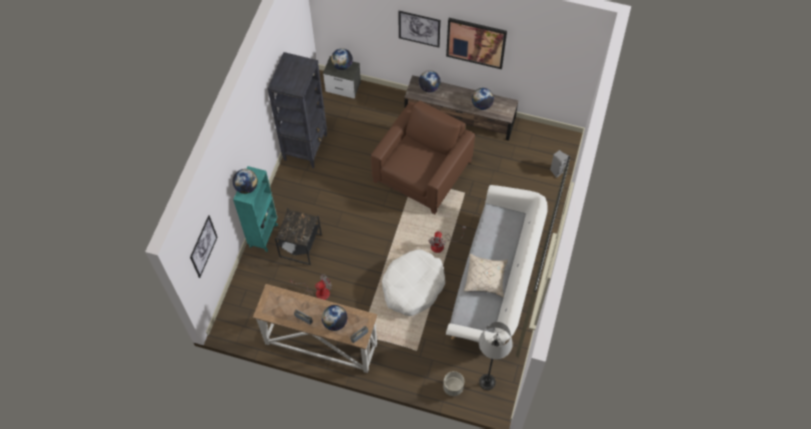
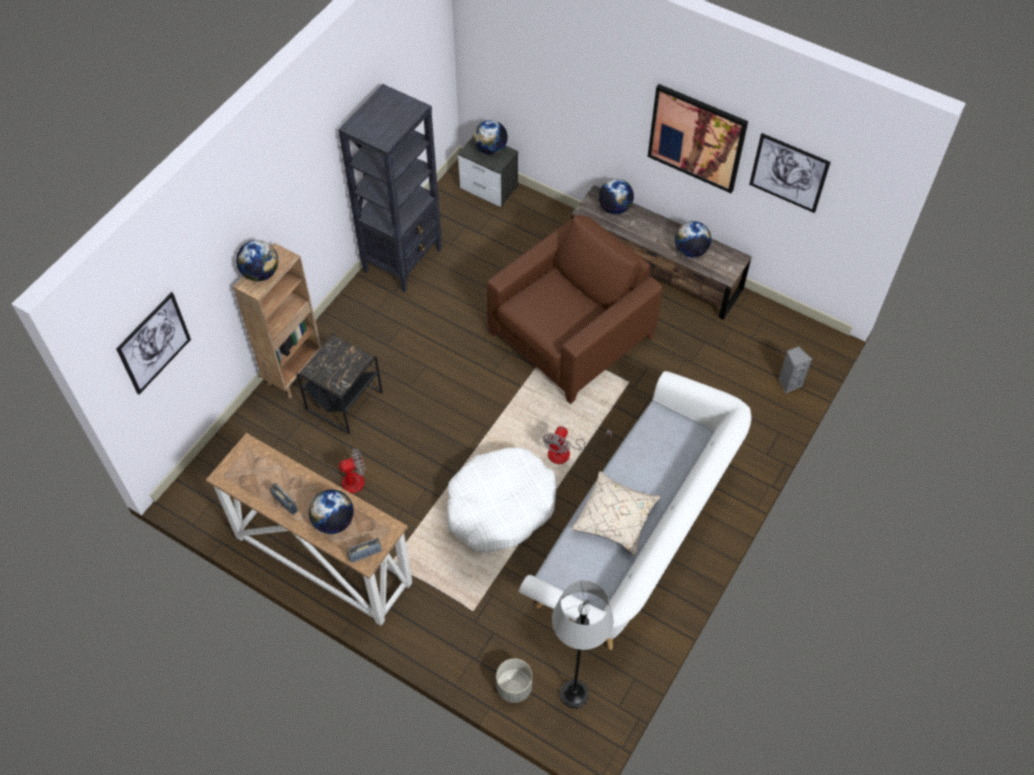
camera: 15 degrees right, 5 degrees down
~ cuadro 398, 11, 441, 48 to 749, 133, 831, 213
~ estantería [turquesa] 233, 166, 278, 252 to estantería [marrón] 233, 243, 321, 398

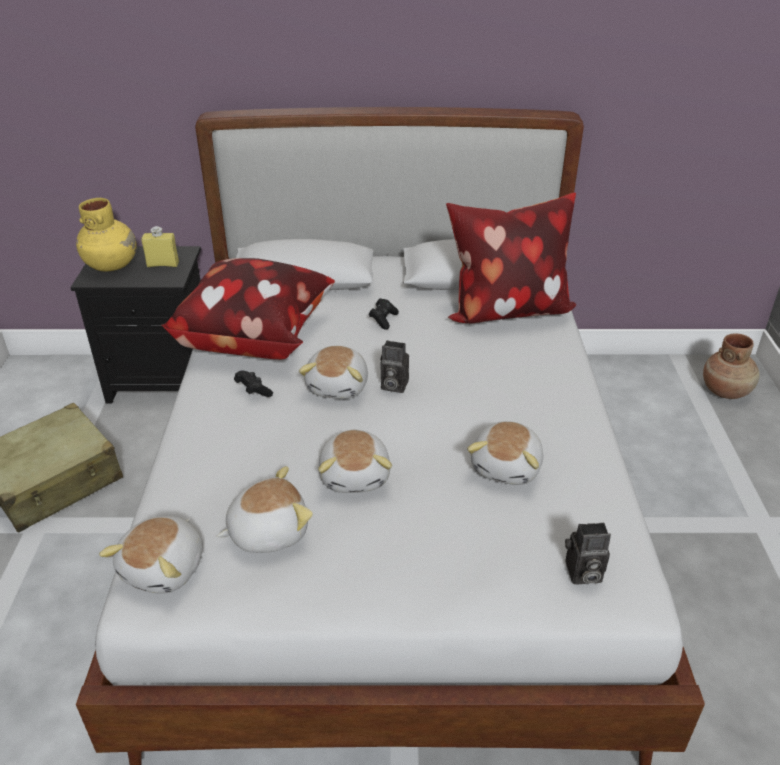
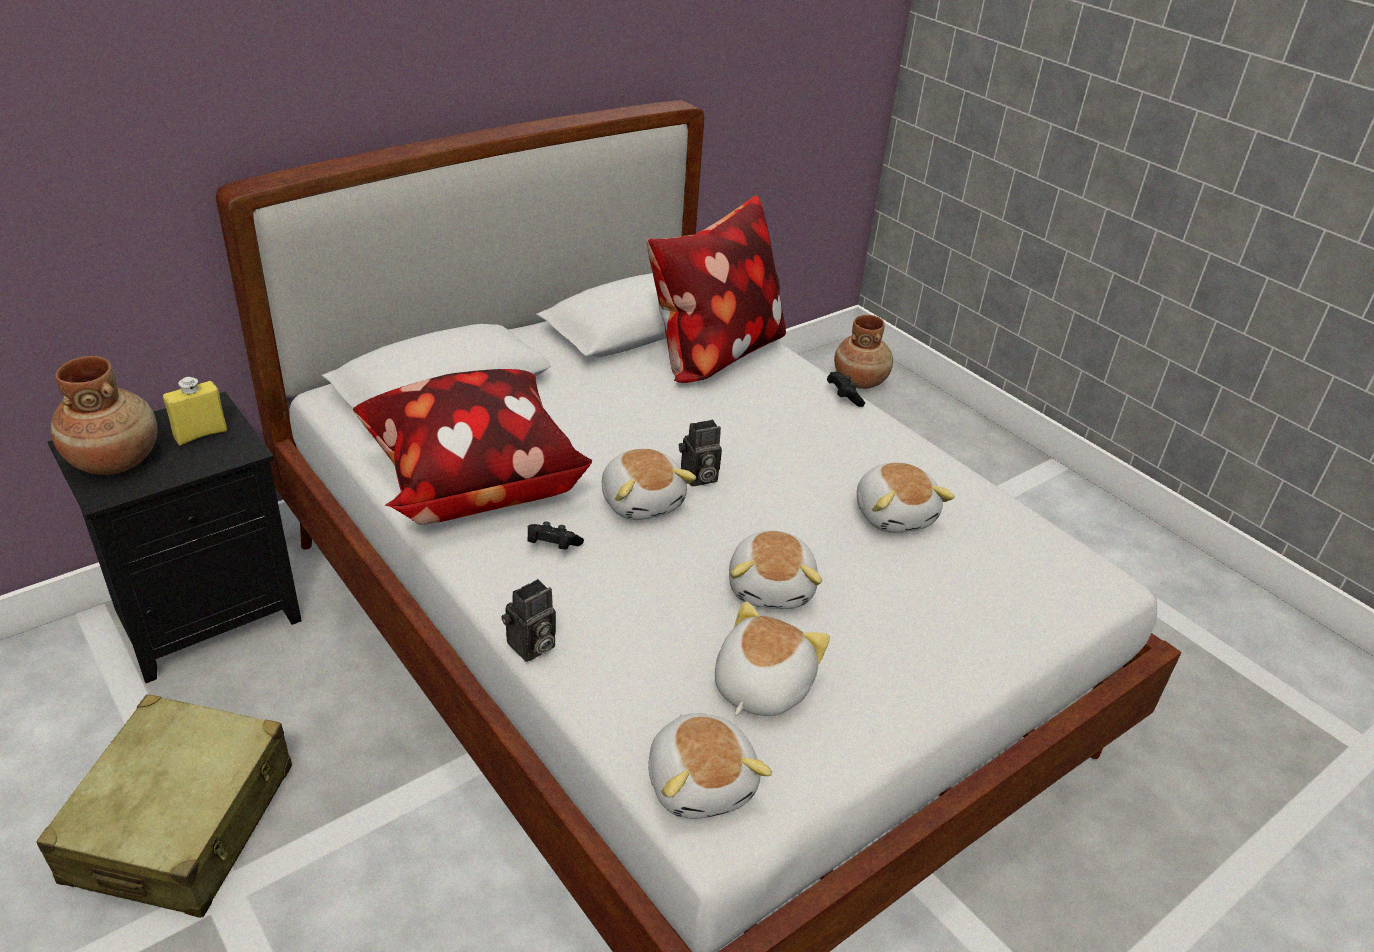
camera: 40 degrees left, 0 degrees up
~ mando de consola [negro] 369, 298, 399, 330 to 827, 372, 865, 407
~ cámara 565, 522, 611, 584 to 501, 579, 556, 662
~ florero [amarillo] 76, 198, 137, 271 to florero [marrón] 51, 356, 157, 475
~ peluche 318, 430, 392, 493 = 729, 530, 822, 609 45 degrees clockwise

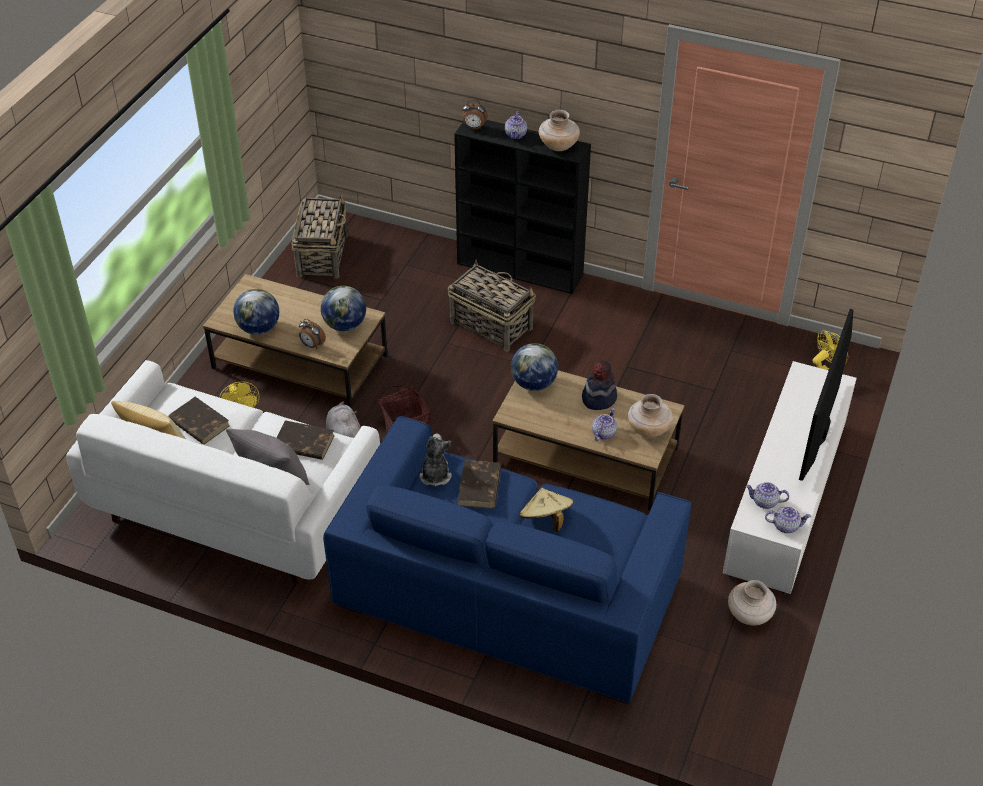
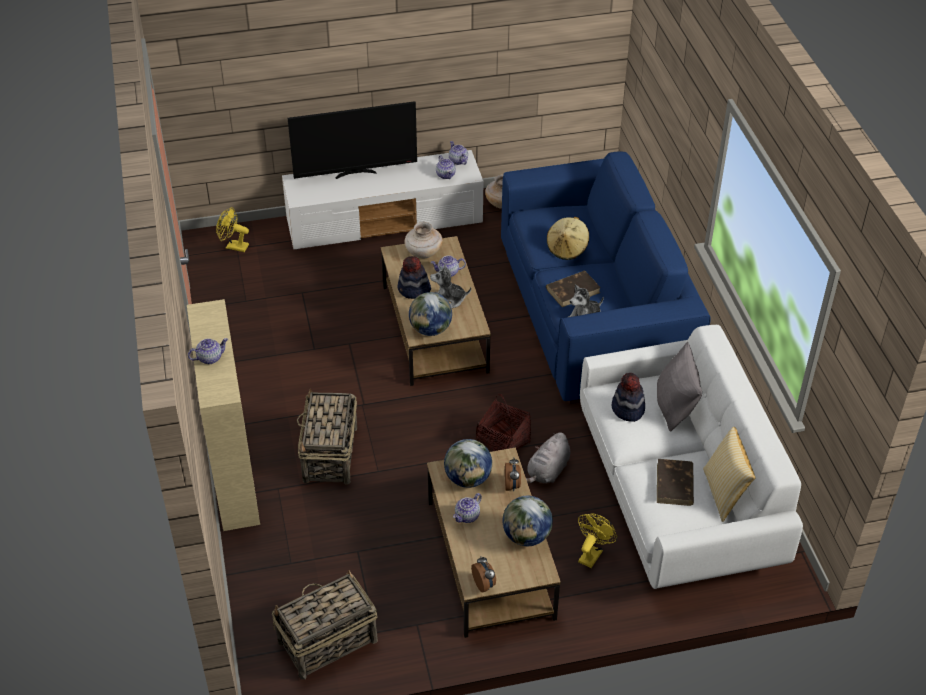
camera: 125 degrees left, 0 degrees up
- florero [beis] 539, 110, 580, 151
+ peluche 430, 264, 471, 308
+ tetera 453, 493, 482, 523
~ despertador 462, 100, 488, 129 to 471, 556, 496, 592
~ libro [marrón] 276, 420, 335, 460 to sombrero 612, 373, 645, 422
~ estantería [negro] 454, 120, 591, 294 to estantería [beis] 187, 299, 260, 531

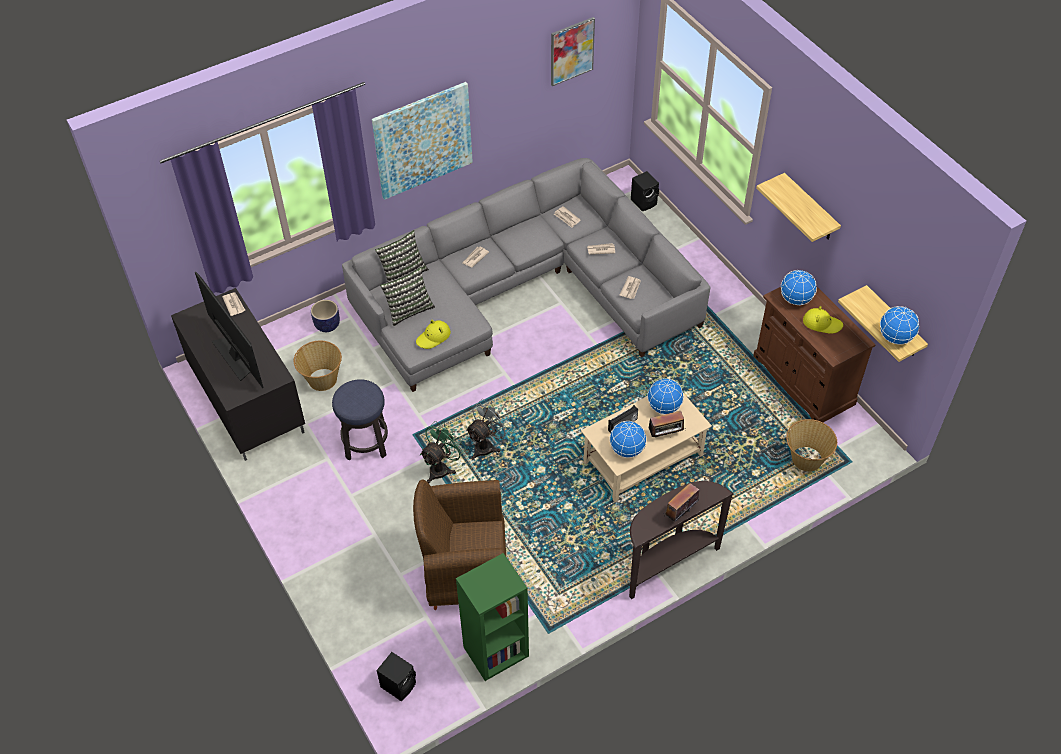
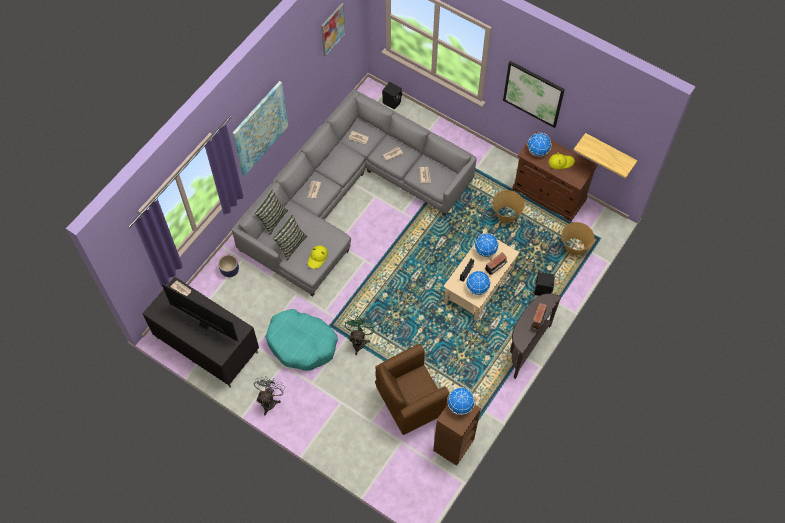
camera: 25 degrees left, 10 degrees up
~ cesta 294, 341, 342, 391 to 492, 190, 525, 223
~ altavoz [negro] 377, 652, 416, 701 to 534, 272, 555, 296
~ ventilador [gris] 466, 399, 511, 460 to 254, 376, 285, 416
~ globo terráqueo 880, 306, 919, 345 to 447, 387, 475, 415
~ taburete 332, 379, 388, 461 to cama para perro [turquesa] 265, 309, 338, 371
~ estante 756, 173, 841, 242 to cuadro 503, 61, 565, 128
~ estantería [verde] 456, 553, 529, 681 to estantería [marrón] 433, 404, 481, 466

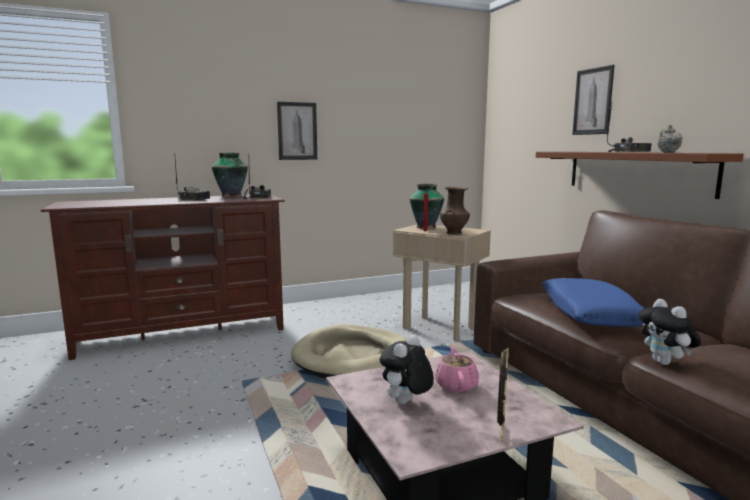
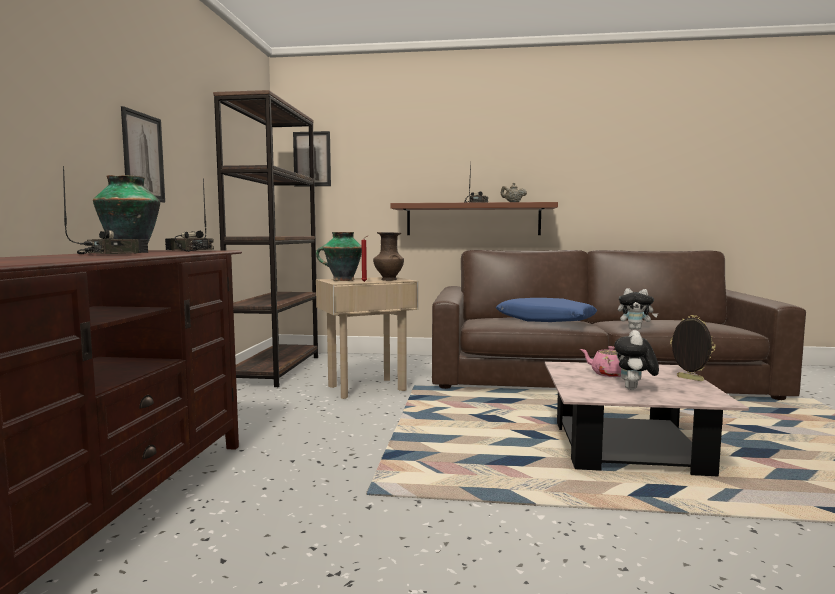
camera: 60 degrees left, 5 degrees down
- cama para perro [beis] 291, 324, 407, 378
+ estantería [marrón] 213, 90, 318, 387
~ cuadro 572, 65, 614, 135 to 293, 131, 331, 187
~ peluche 380, 335, 434, 404 = 615, 330, 659, 390 45 degrees clockwise

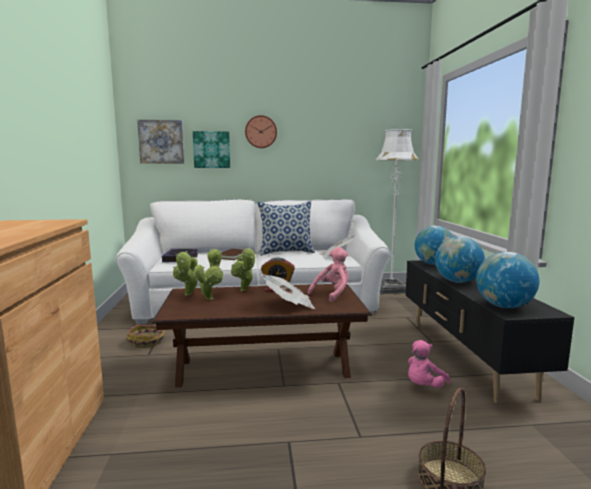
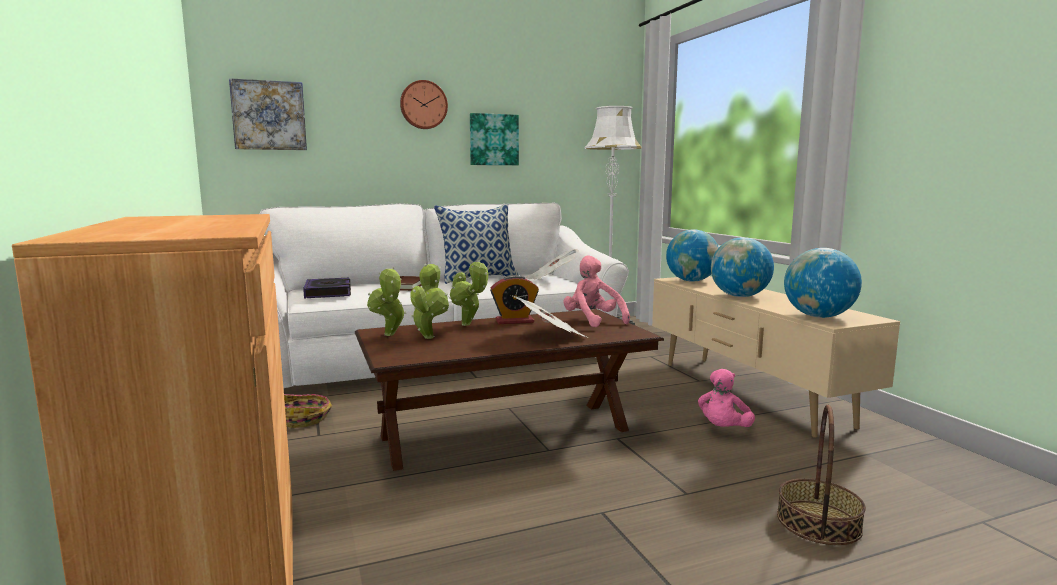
camera: 15 degrees left, 0 degrees up
~ cuadro 193, 131, 230, 168 to 470, 113, 519, 165
~ mueble de televisión [negro] 406, 260, 575, 403 to mueble de televisión [beis] 652, 276, 900, 438
~ peluche [rosa] 308, 247, 349, 302 = 563, 255, 630, 327 60 degrees counterclockwise

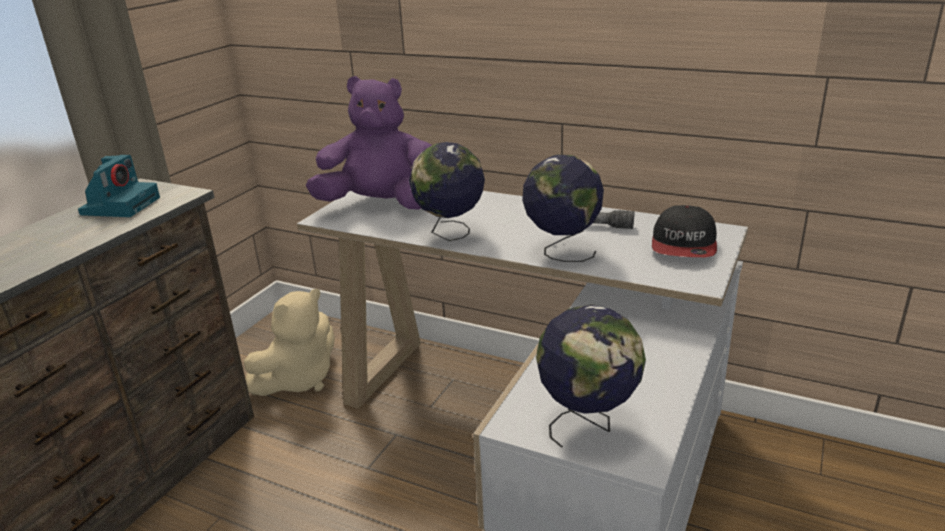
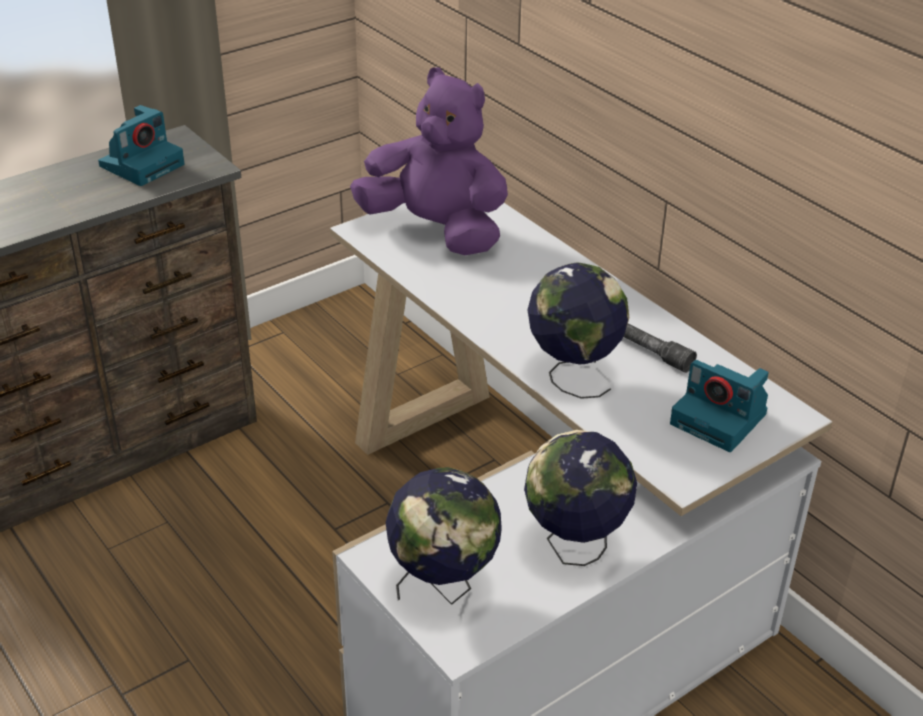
camera: 25 degrees right, 10 degrees up
- peluche [beis] 244, 289, 335, 396
~ globo terráqueo 409, 142, 485, 241 to 524, 430, 637, 566
~ gorra 652, 205, 717, 257 to cámara 670, 360, 769, 452

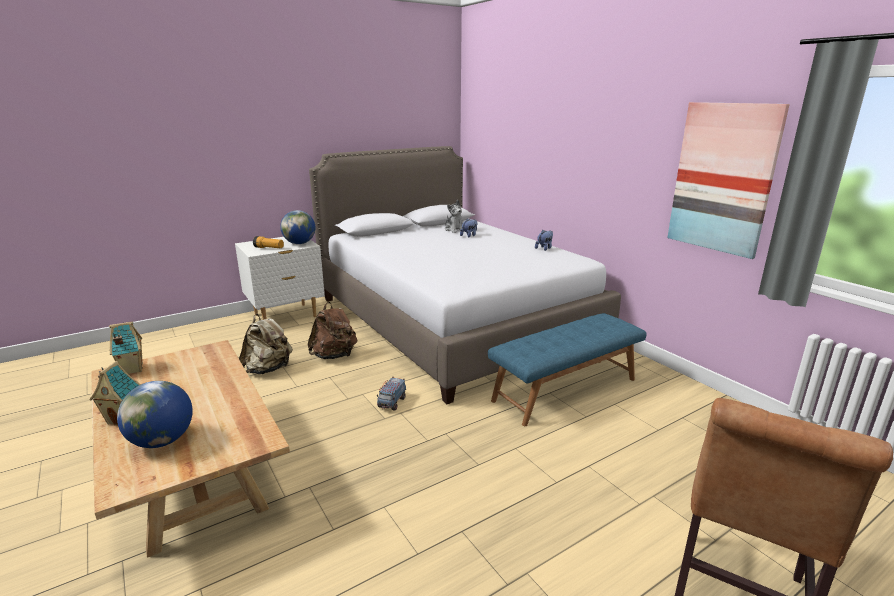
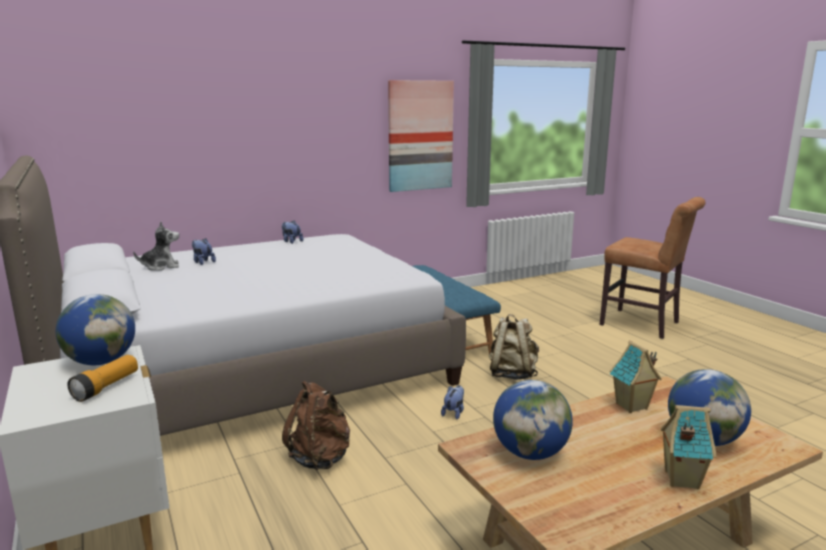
camera: 85 degrees left, 5 degrees down
+ globo terráqueo 493, 380, 573, 460
~ casita 109, 321, 143, 374 to 610, 340, 662, 413
~ mochila [beis] 239, 314, 293, 374 to 489, 314, 539, 380
~ camión de juguete 377, 377, 406, 410 to peluche 441, 385, 464, 419

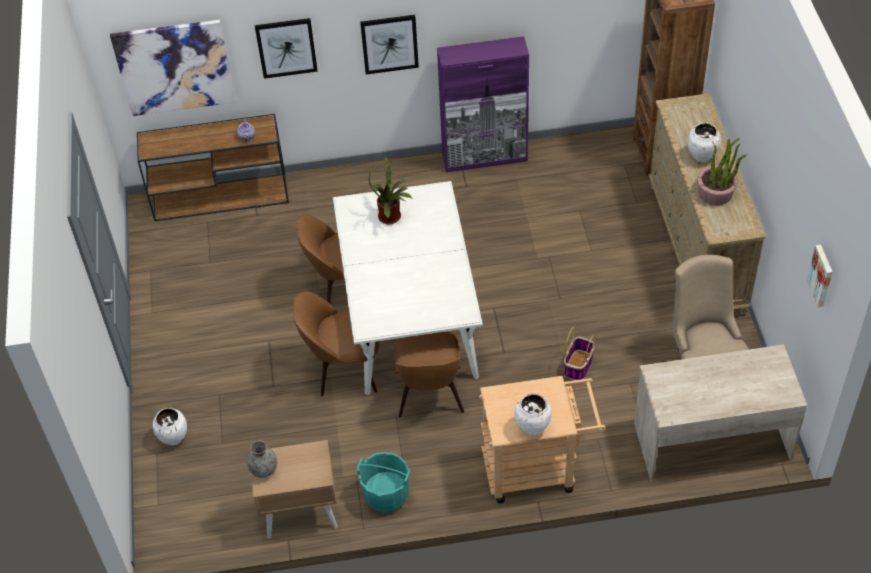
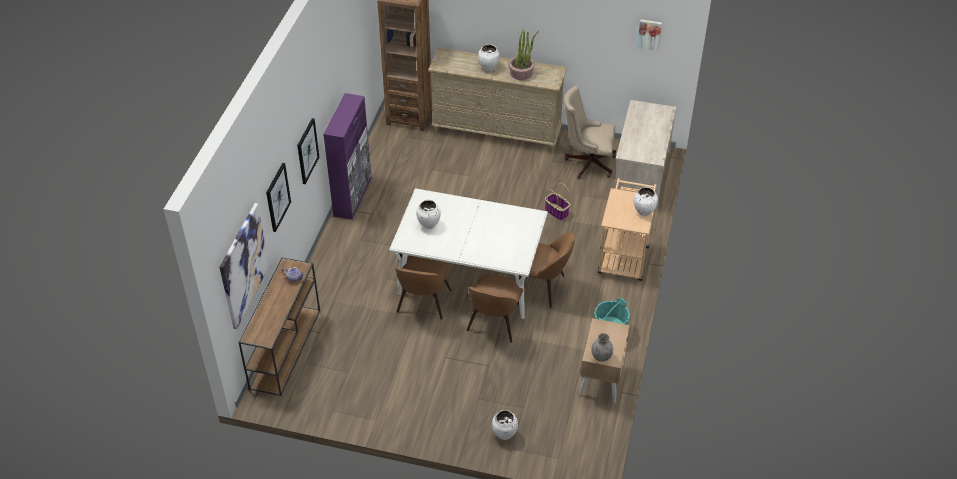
camera: 70 degrees left, 5 degrees down
~ planta en maceta 369, 156, 412, 225 to florero [blanco] 416, 200, 441, 229

